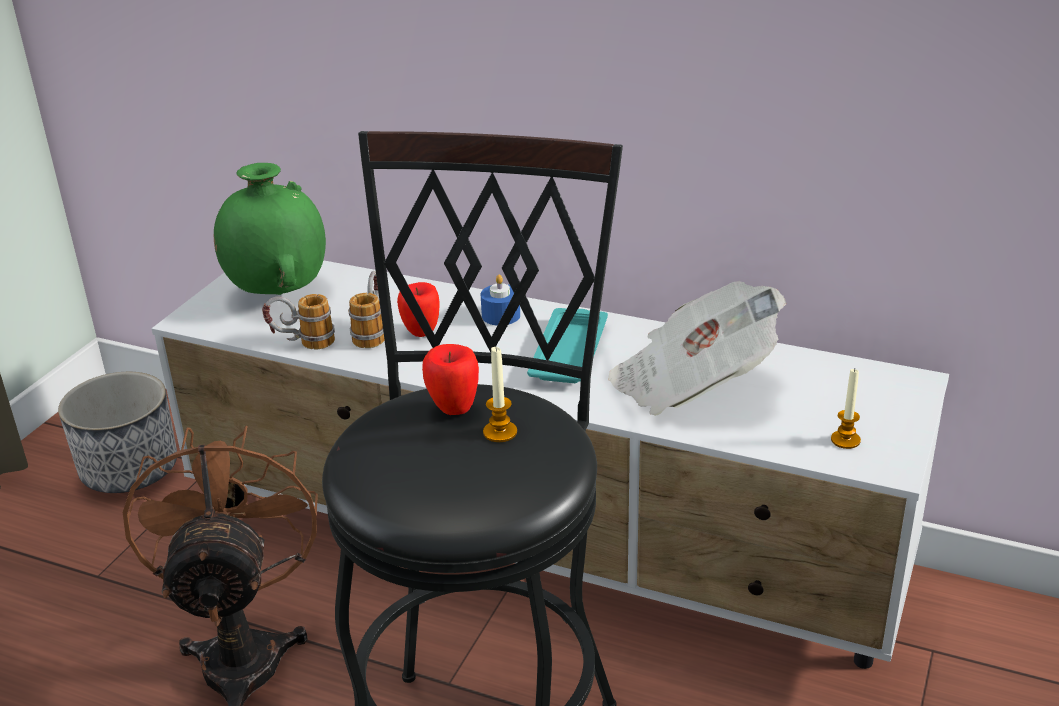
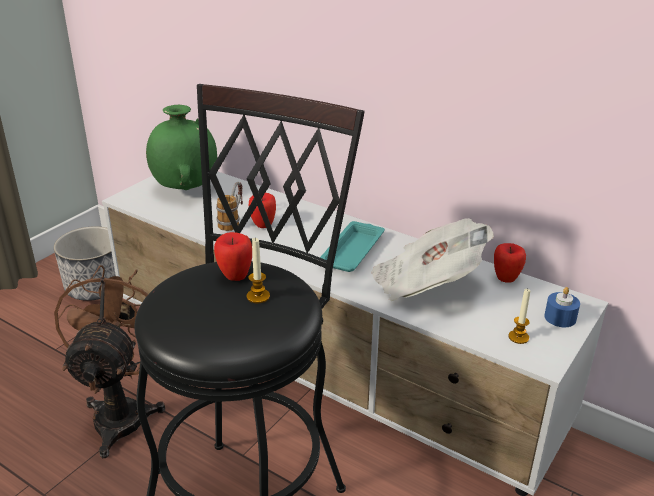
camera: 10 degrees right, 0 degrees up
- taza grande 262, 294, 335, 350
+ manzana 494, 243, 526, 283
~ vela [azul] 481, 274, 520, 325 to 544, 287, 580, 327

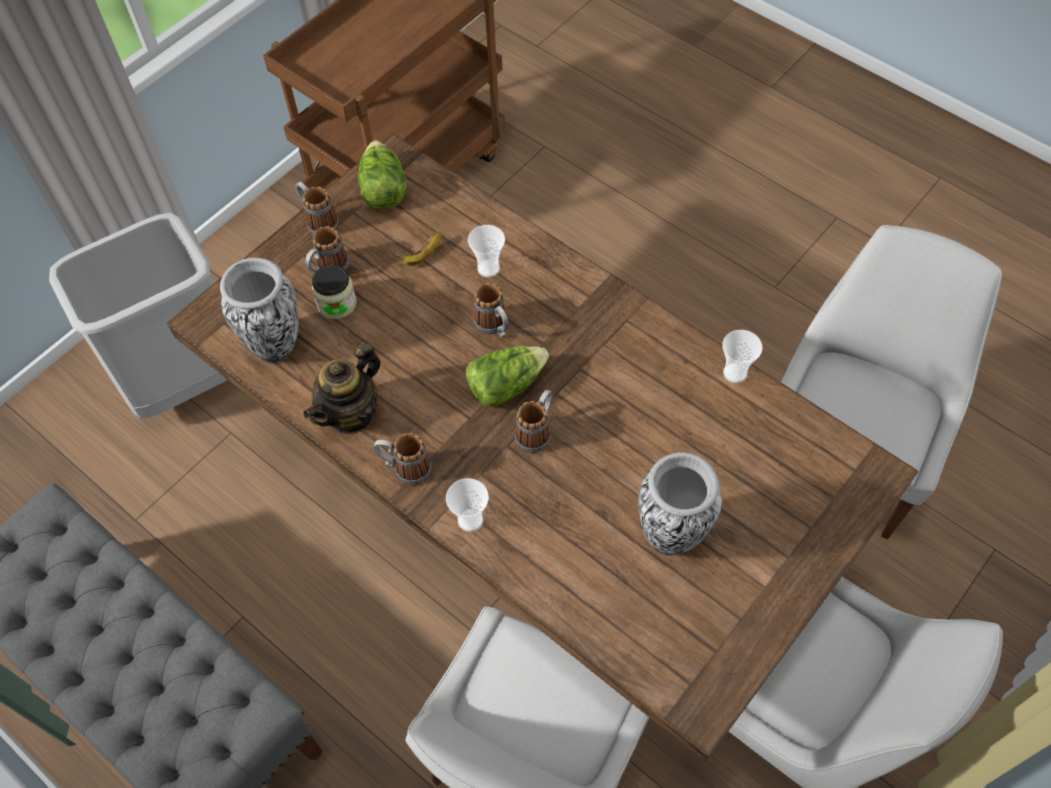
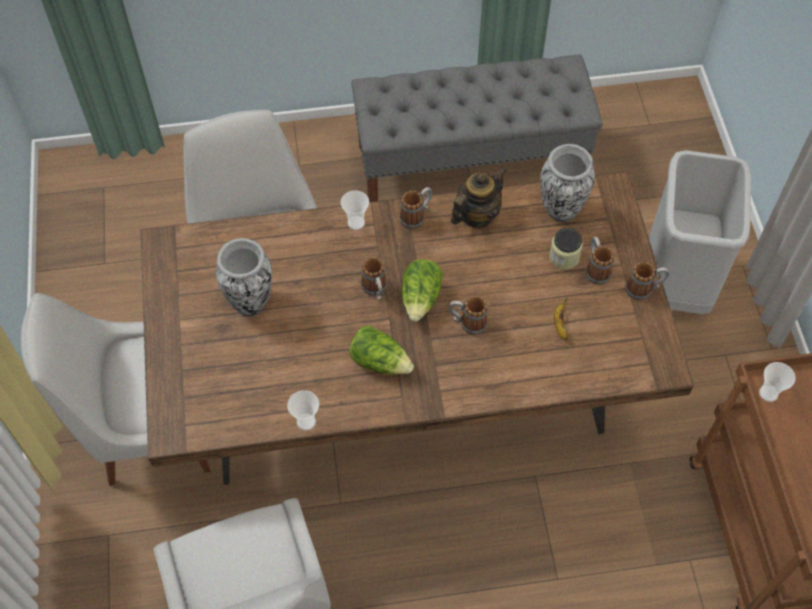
camera: 130 degrees right, 0 degrees up
~ lechuga 358, 140, 407, 209 to 349, 325, 414, 374
~ taza 468, 225, 505, 277 to 759, 362, 795, 402
~ tetera 303, 342, 381, 435 = 451, 167, 507, 228 60 degrees clockwise

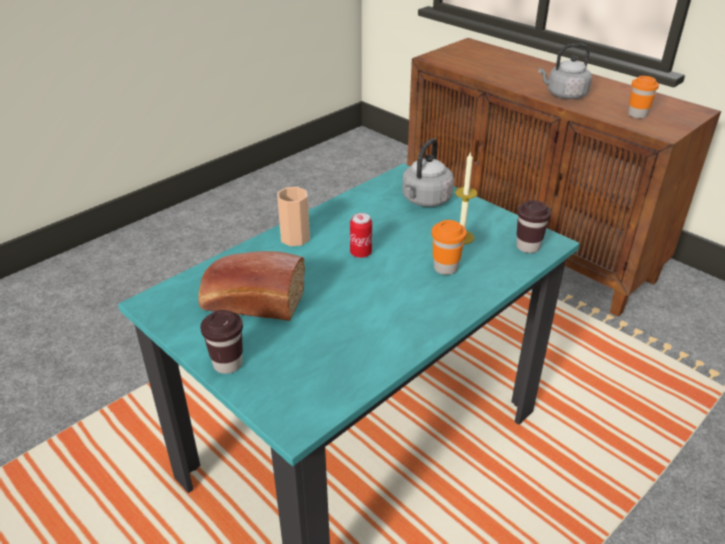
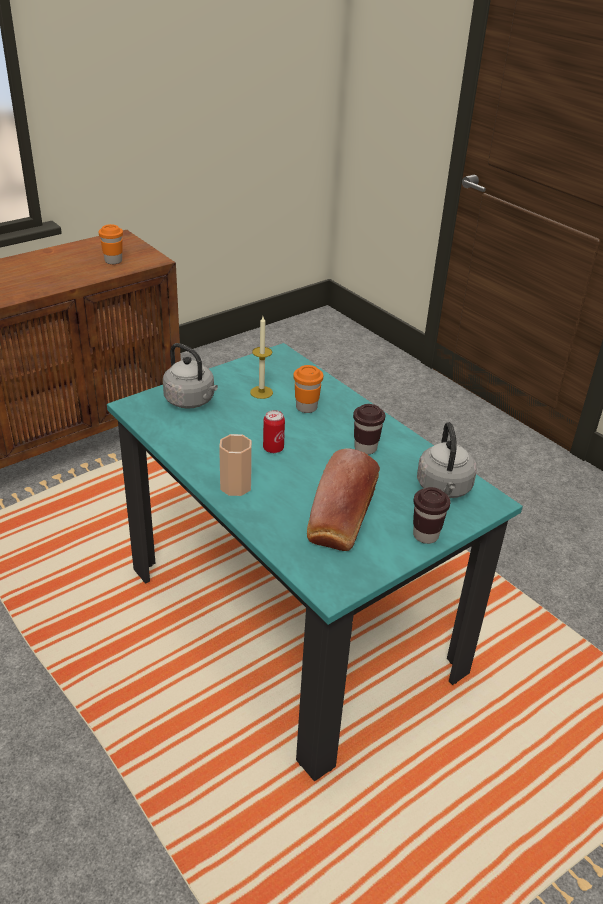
camera: 85 degrees left, 0 degrees up
~ taza [marrón] 516, 200, 551, 253 to 353, 404, 385, 455
~ hervidor [gris] 538, 43, 592, 99 to 417, 422, 477, 498

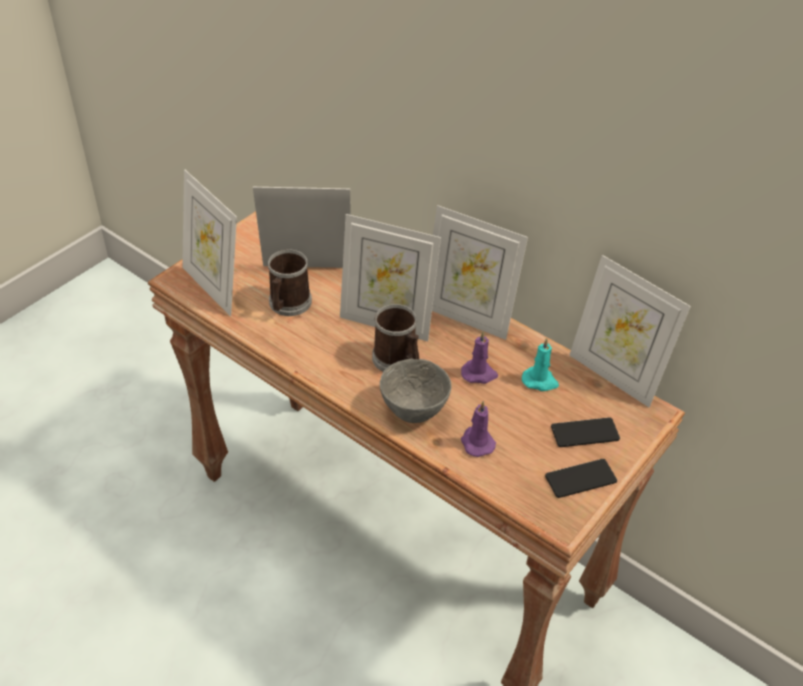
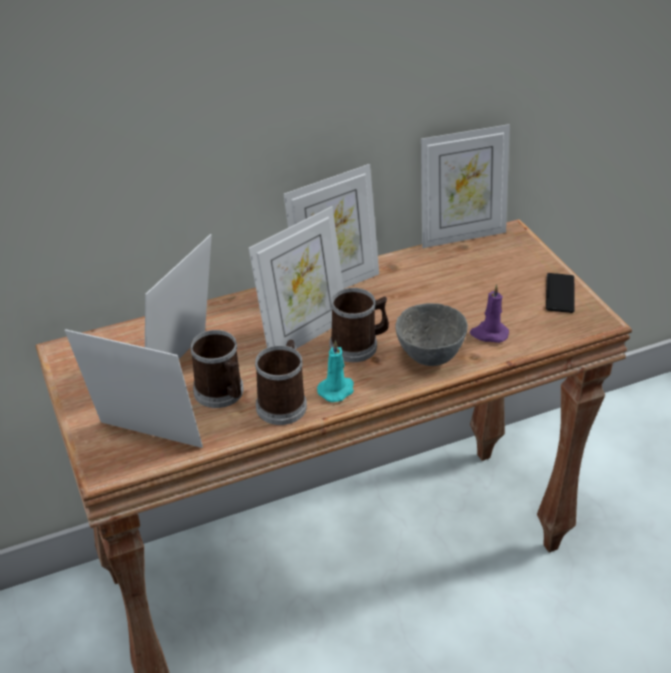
camera: 60 degrees left, 5 degrees down
- vela [morado] 461, 331, 498, 384
- móvil 551, 417, 620, 447
+ taza grande 255, 340, 307, 425
~ vela [turquesa] 522, 338, 559, 391 to 317, 340, 354, 402
~ portarretratos 182, 170, 237, 316 = 65, 329, 203, 448 150 degrees counterclockwise

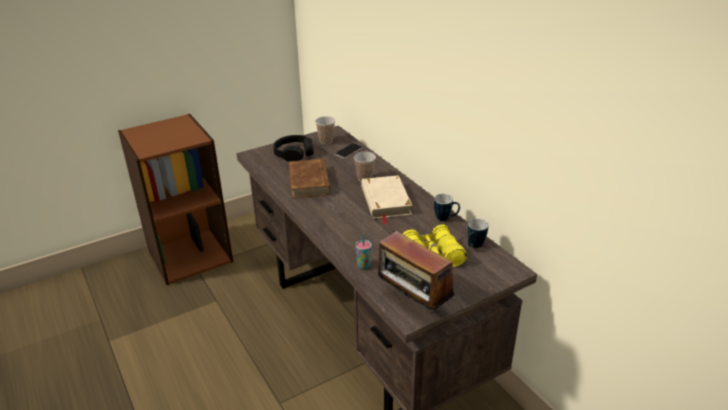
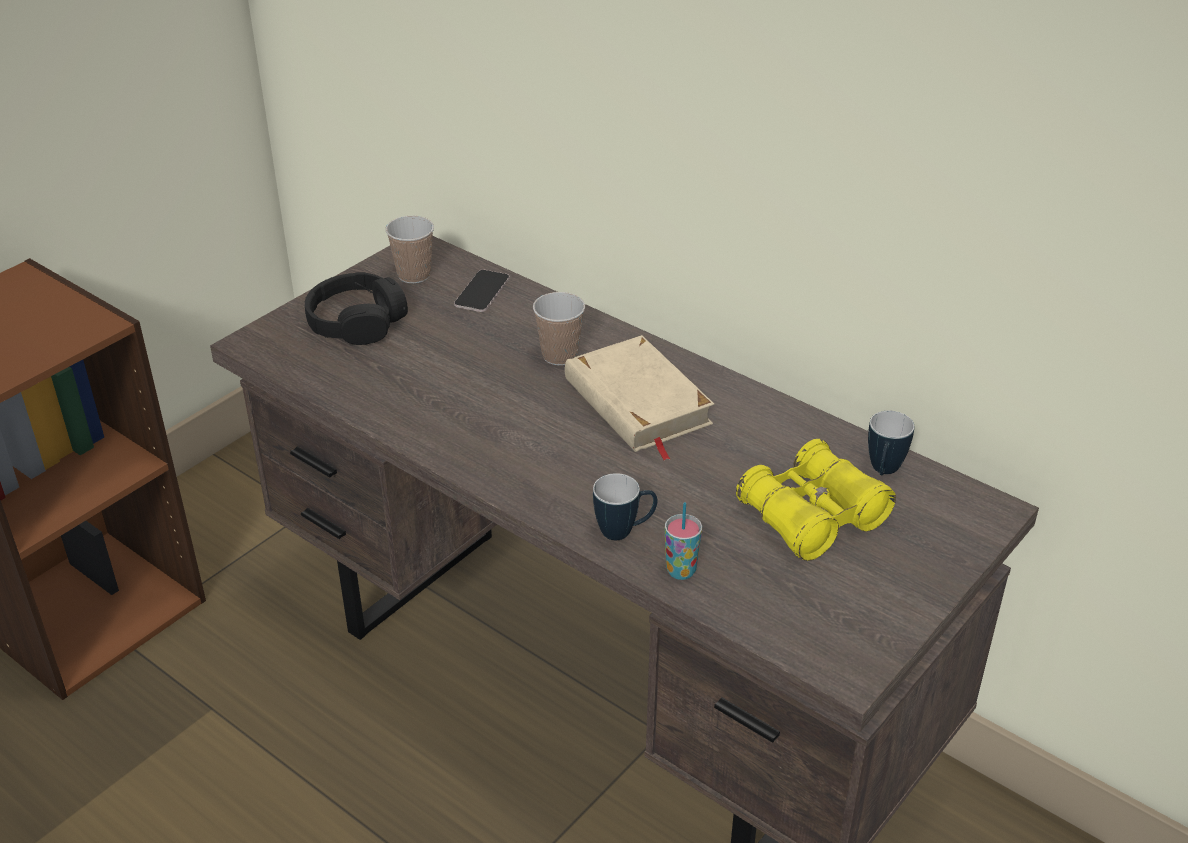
camera: 20 degrees left, 5 degrees up
- libro [marrón] 289, 159, 331, 199
- radio 378, 231, 455, 313
~ taza grande 434, 194, 460, 221 to 593, 473, 658, 540

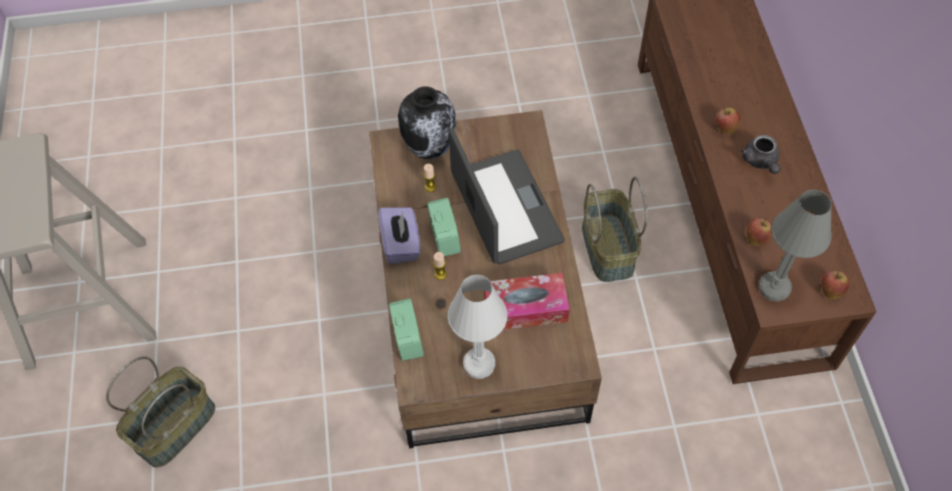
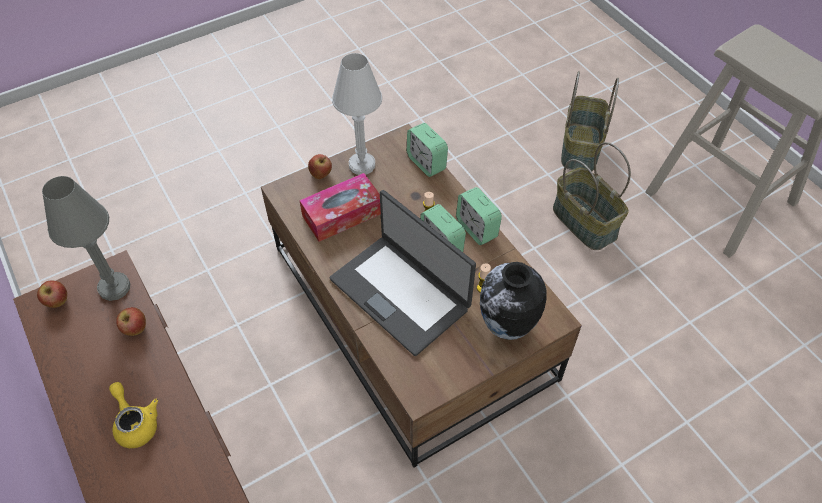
camera: 155 degrees right, 5 degrees down
~ cesta 582, 177, 647, 282 to 553, 142, 631, 250
~ manzana 715, 107, 741, 134 to 308, 154, 332, 179
~ caja de pañuelos [morado] 379, 207, 420, 264 to despertador 456, 187, 502, 245
~ tetera [gris] 741, 135, 781, 174 to tetera [amarillo] 109, 382, 158, 448

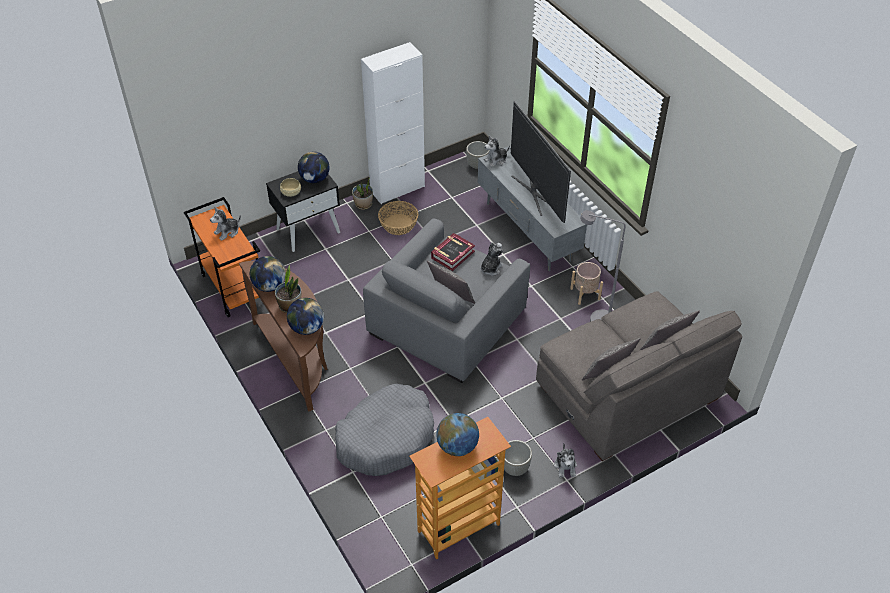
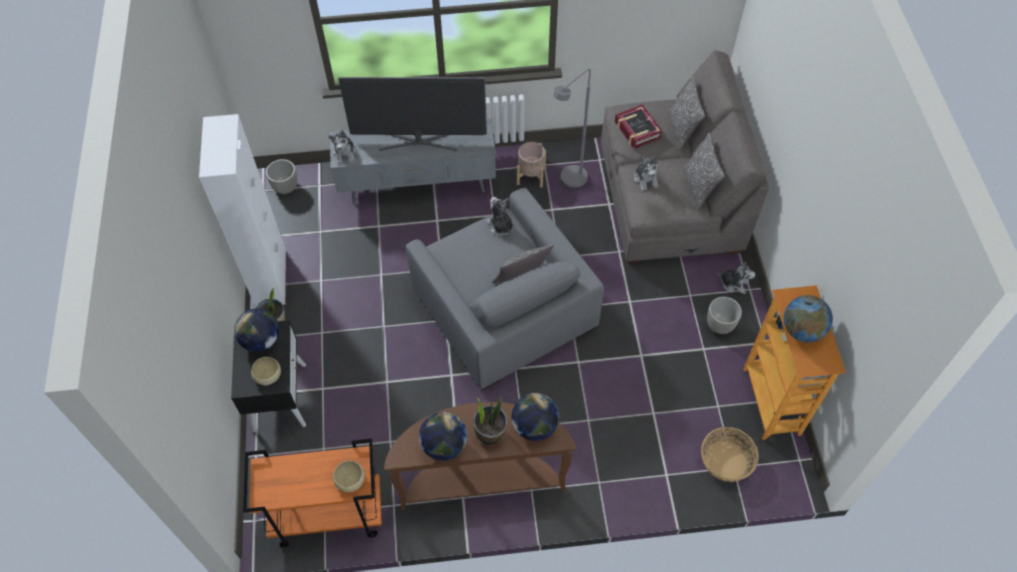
camera: 65 degrees left, 10 degrees up
- cama para perro [gris] 335, 384, 434, 476
+ cuenco [beis] 333, 461, 365, 492
~ peluche 210, 207, 241, 241 to 634, 155, 659, 191
~ cesta 378, 201, 419, 235 to 701, 427, 759, 482
~ libro 431, 233, 475, 271 to 615, 105, 663, 149

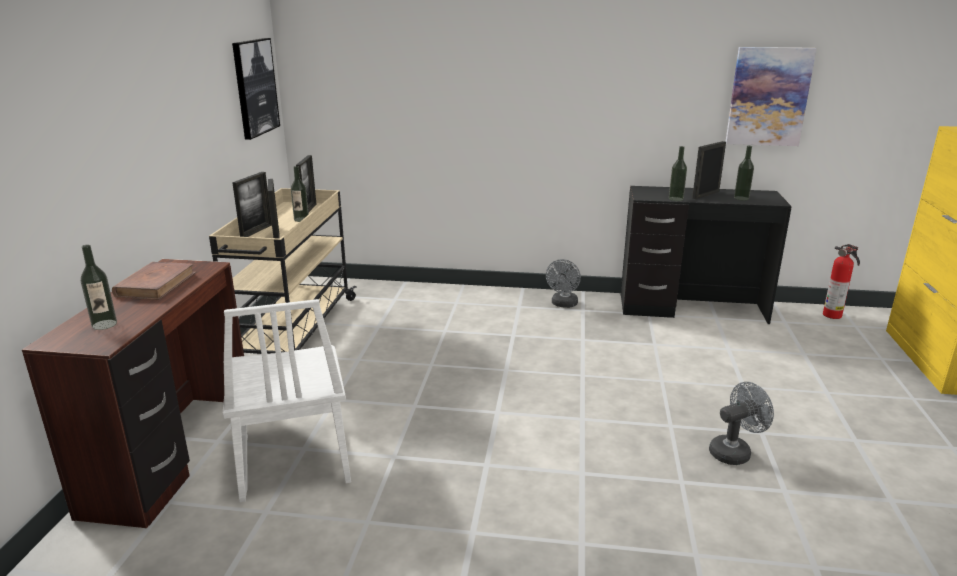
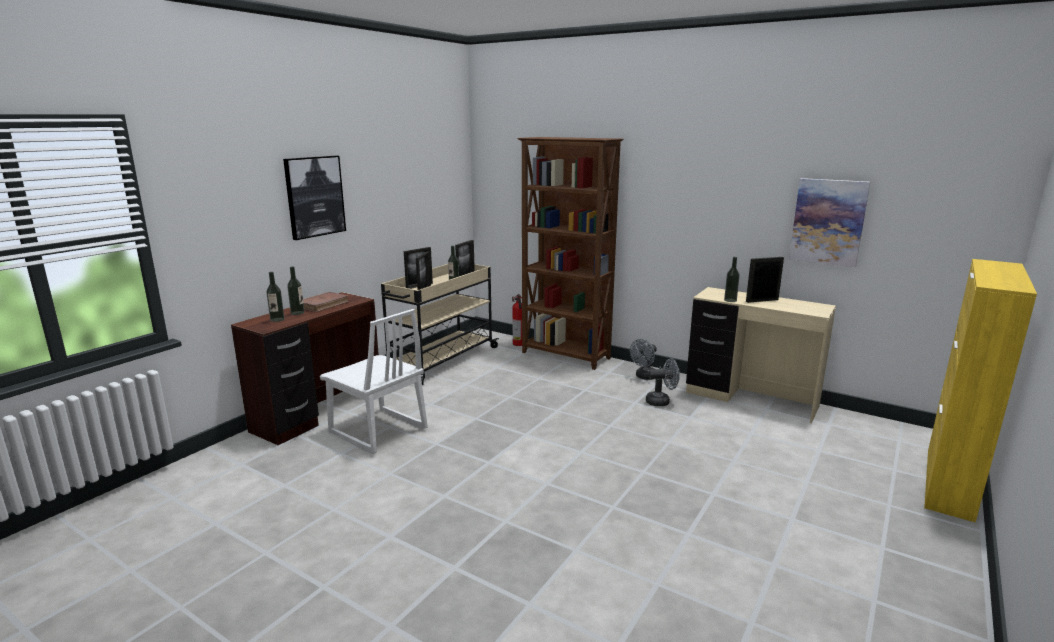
camera: 25 degrees right, 5 degrees down
+ estantería [marrón] 517, 137, 624, 370
~ cuadro 232, 38, 280, 140 to 283, 156, 346, 240
~ ventilador [gris] 709, 382, 774, 465 to 646, 358, 680, 406
~ botella 734, 146, 754, 200 to 287, 267, 304, 315
~ extintor 823, 244, 860, 319 to 512, 294, 522, 346
~ escritorio [negro] 621, 186, 792, 325 to escritorio [beis] 686, 287, 836, 423
~ silla [blanco] 223, 299, 351, 502 = 320, 309, 428, 454 60 degrees counterclockwise

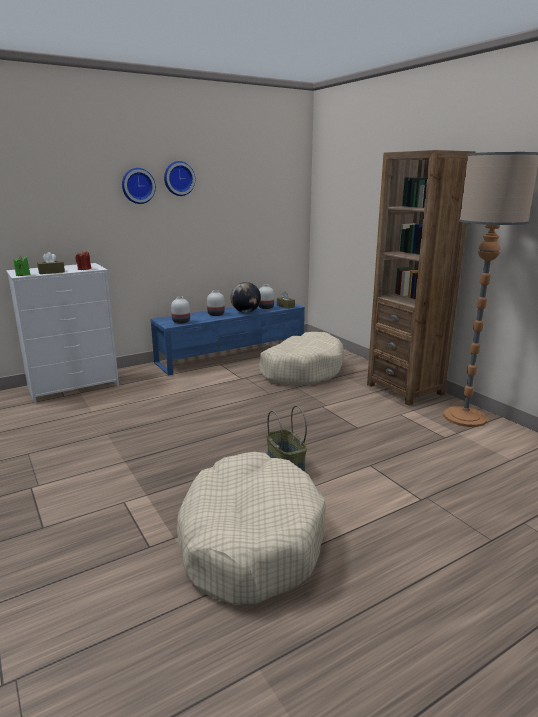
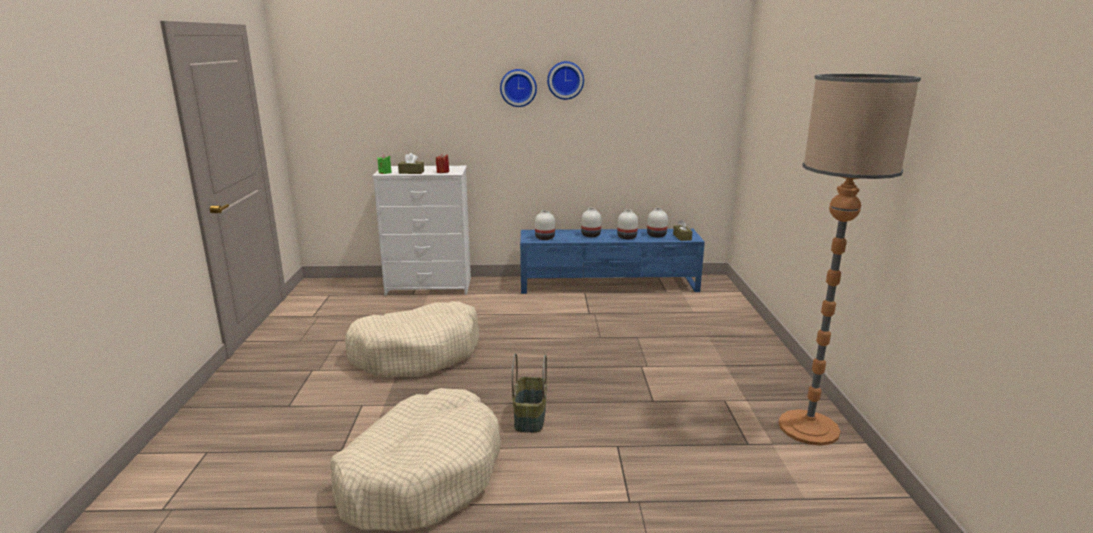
camera: 30 degrees right, 0 degrees up
- estantería [marrón] 367, 150, 476, 406
~ cama para perro [beis] 259, 332, 345, 385 to 345, 301, 479, 378
~ globo terráqueo 230, 282, 261, 313 to florero [blanco] 617, 209, 638, 239

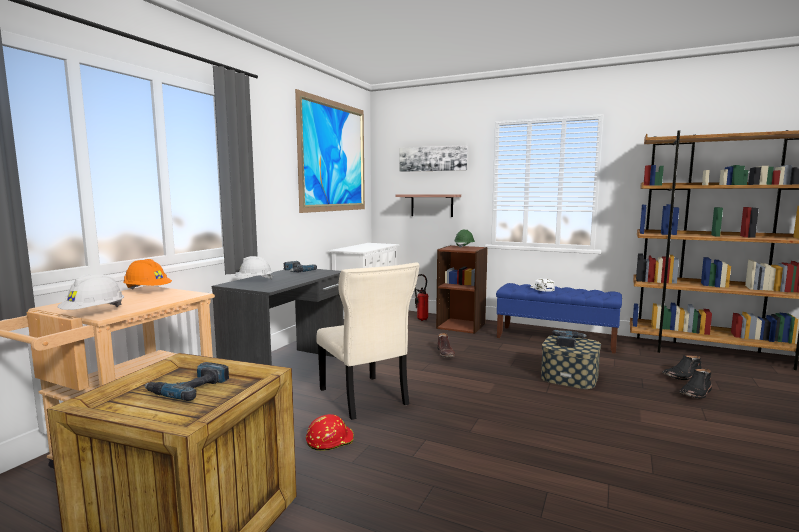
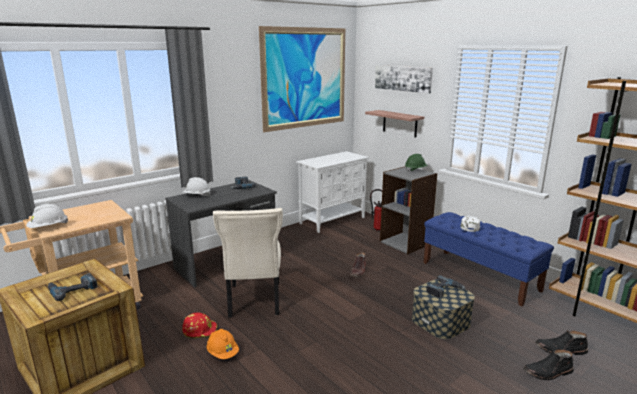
camera: 25 degrees right, 10 degrees up
~ casco [naranja] 123, 259, 172, 290 to 207, 329, 239, 359
~ estantería [marrón] 436, 245, 488, 334 to estantería [gris] 380, 166, 438, 254

